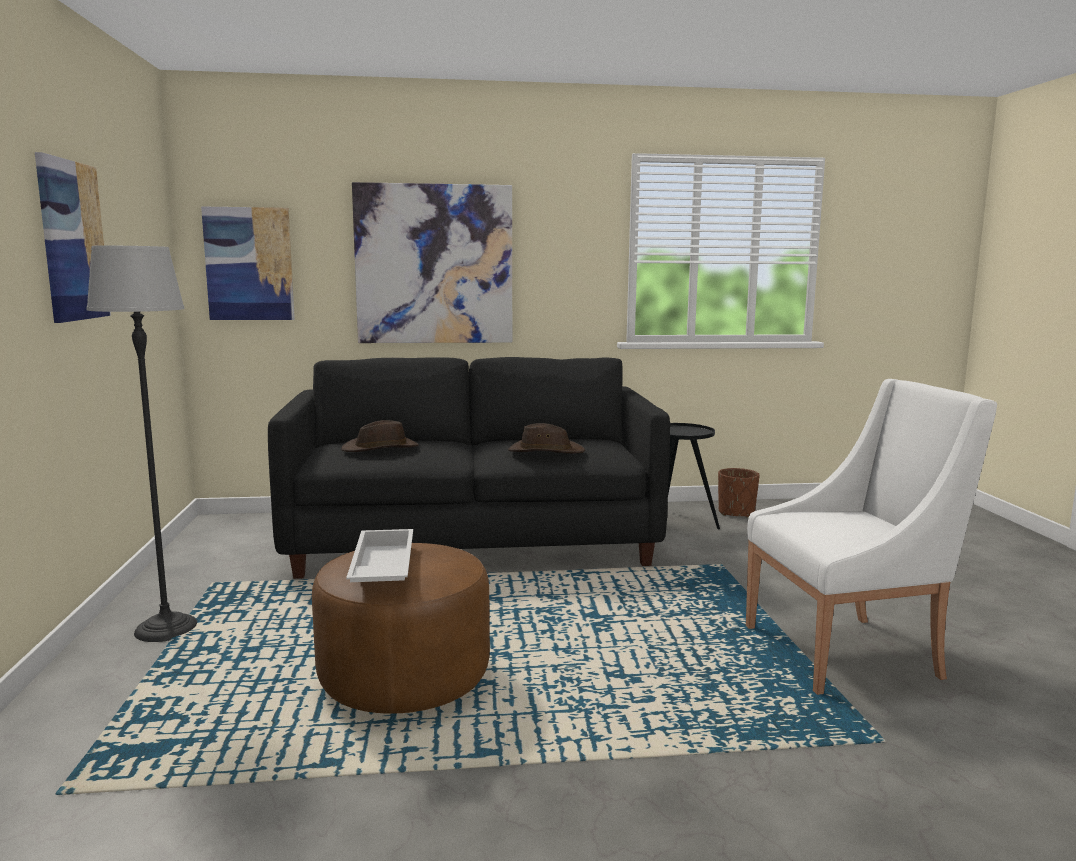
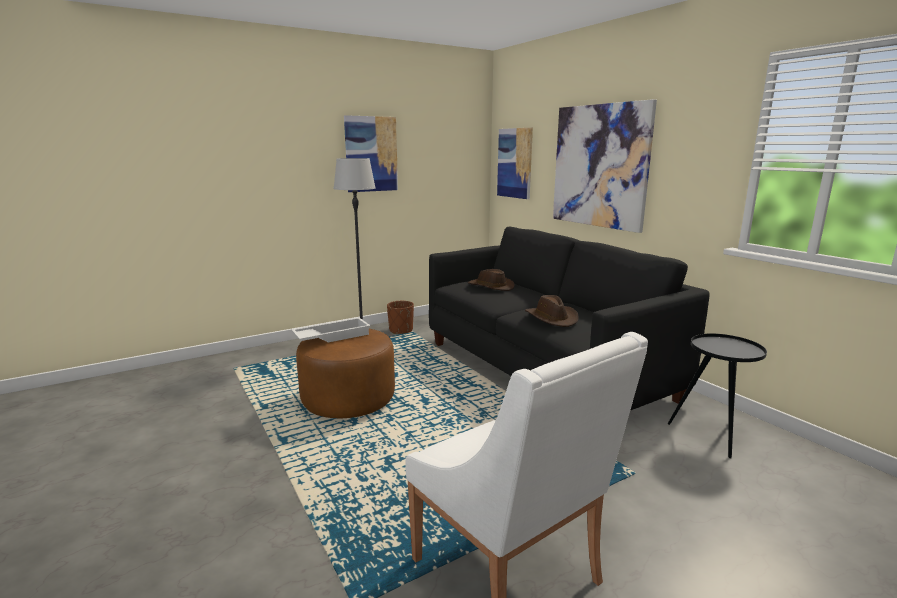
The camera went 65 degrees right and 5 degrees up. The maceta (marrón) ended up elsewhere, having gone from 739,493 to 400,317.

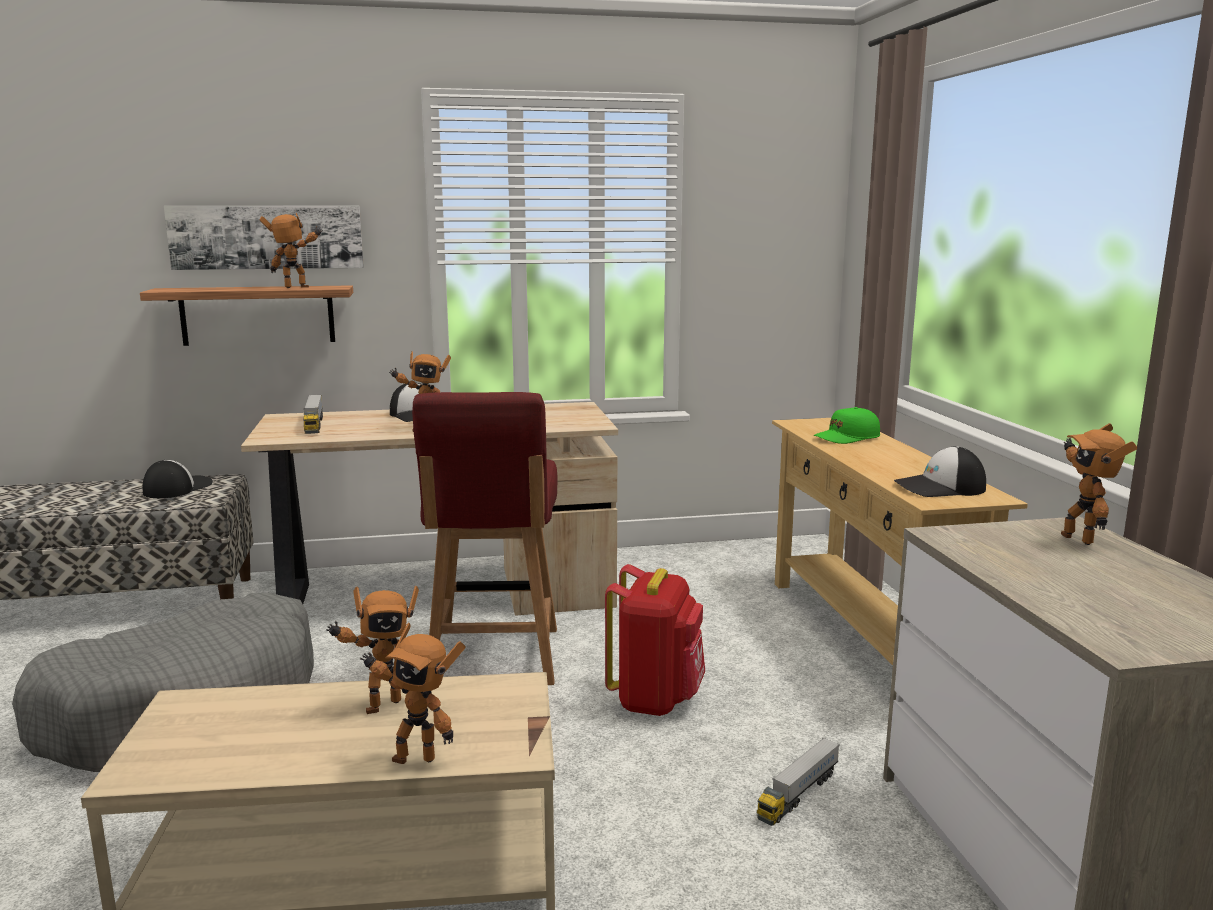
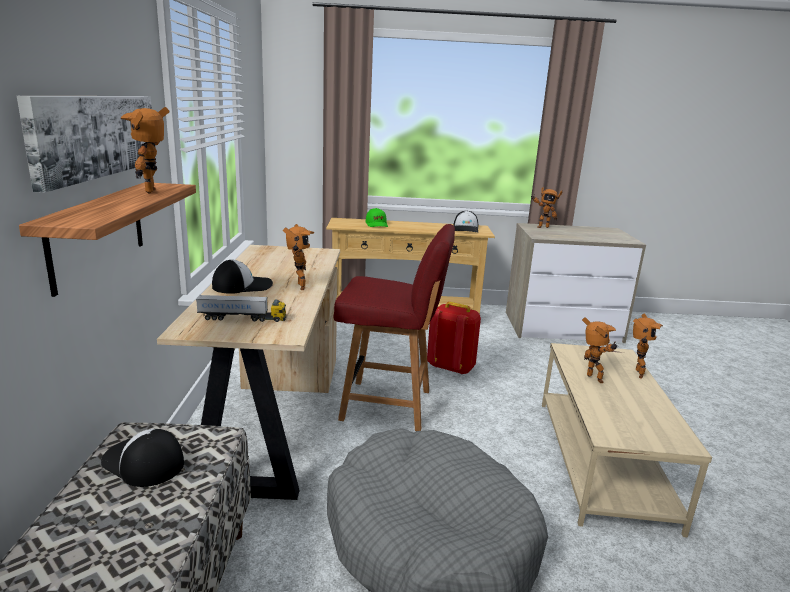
The camera went 80 degrees left and 5 degrees up. The second view lost the camión de juguete at 798,781.

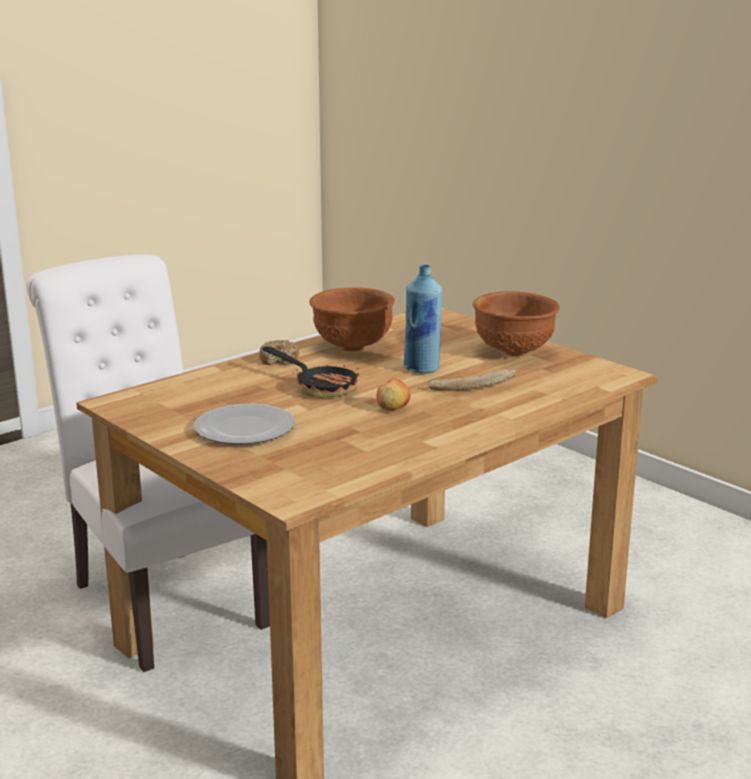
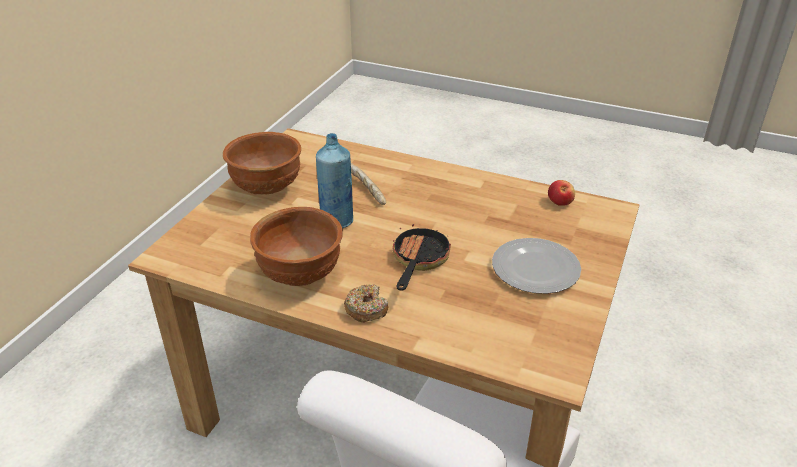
The camera went 115 degrees left and 15 degrees up. The manzana ended up elsewhere, having gone from 393,394 to 561,193.

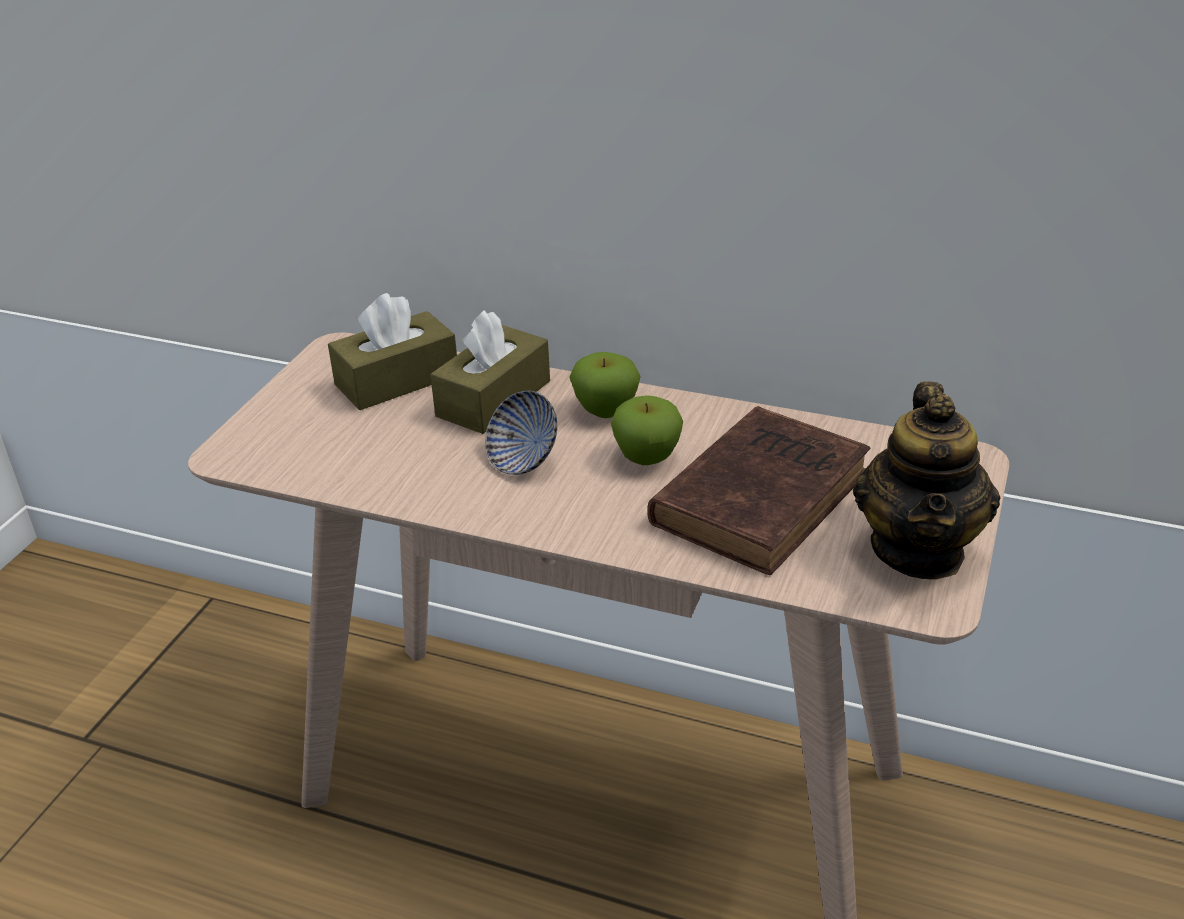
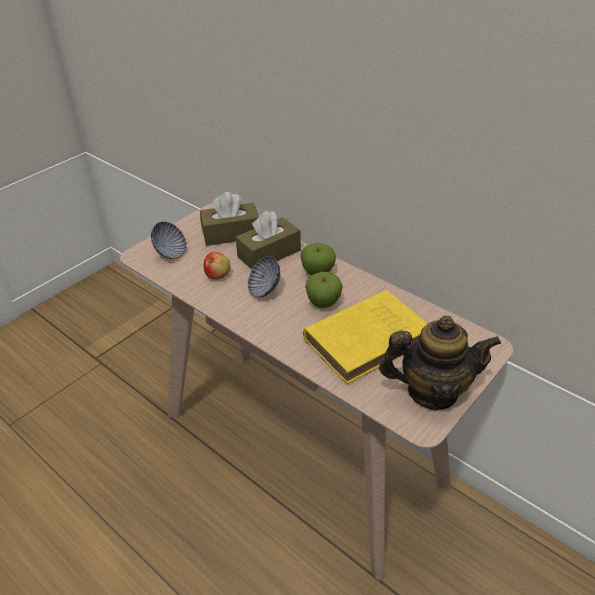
The camera went 20 degrees right and 5 degrees up. What was the libro (marrón) at 758,490 turned into the libro (amarillo) at 365,337. The tetera at 926,480 ended up facing another way, 120 degrees counterclockwise from before. The second view gained the cuenco at 169,240. The second view gained the manzana at 217,266.

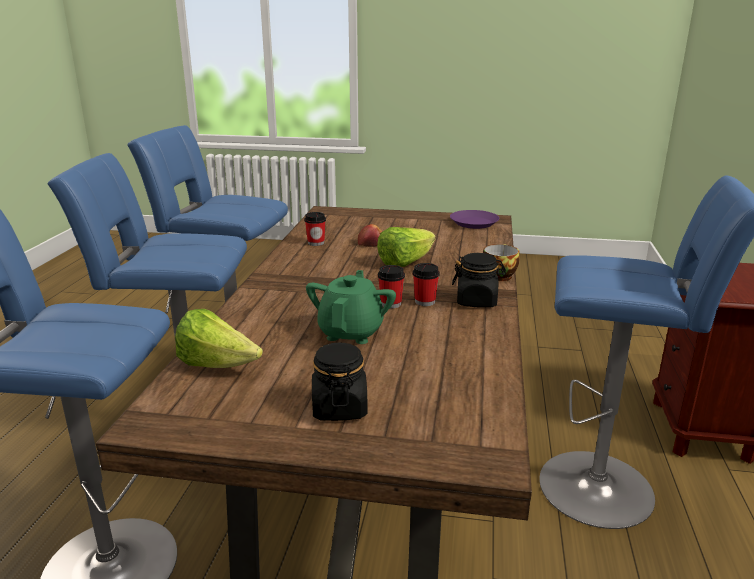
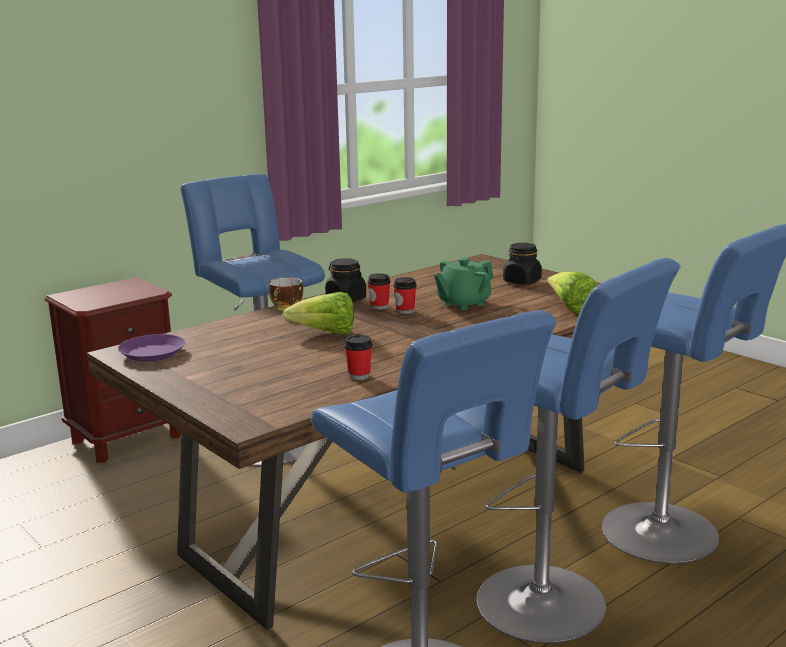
The camera went 140 degrees left and 5 degrees down. The second view lost the manzana at 370,235.

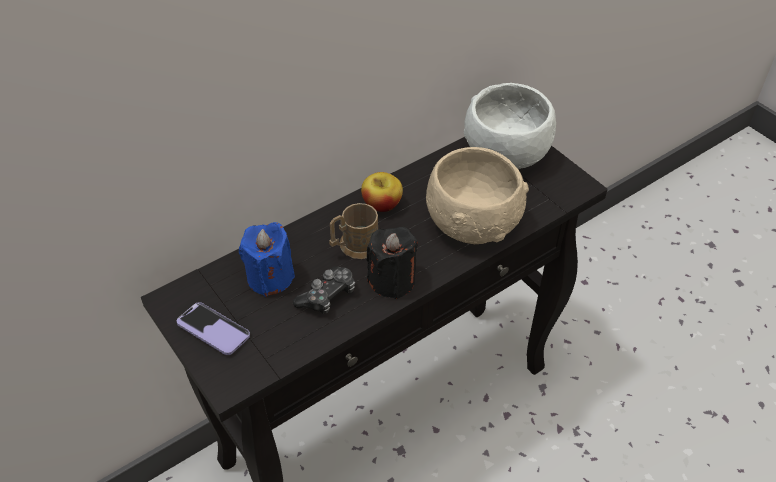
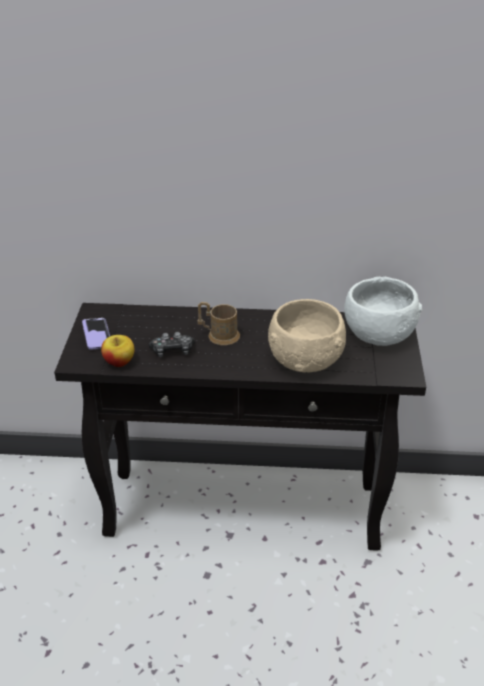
The camera went 40 degrees right and 10 degrees down. The second view lost the vela (azul) at 267,259. The manzana ended up elsewhere, having gone from 382,192 to 117,351. The second view lost the vela (negro) at 392,263.

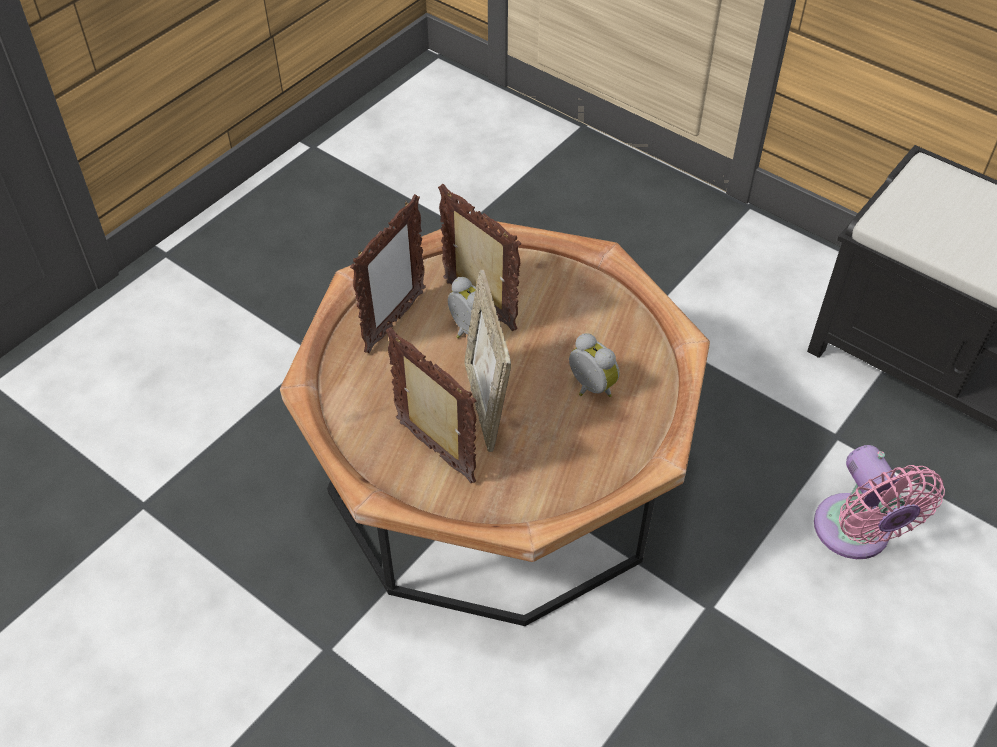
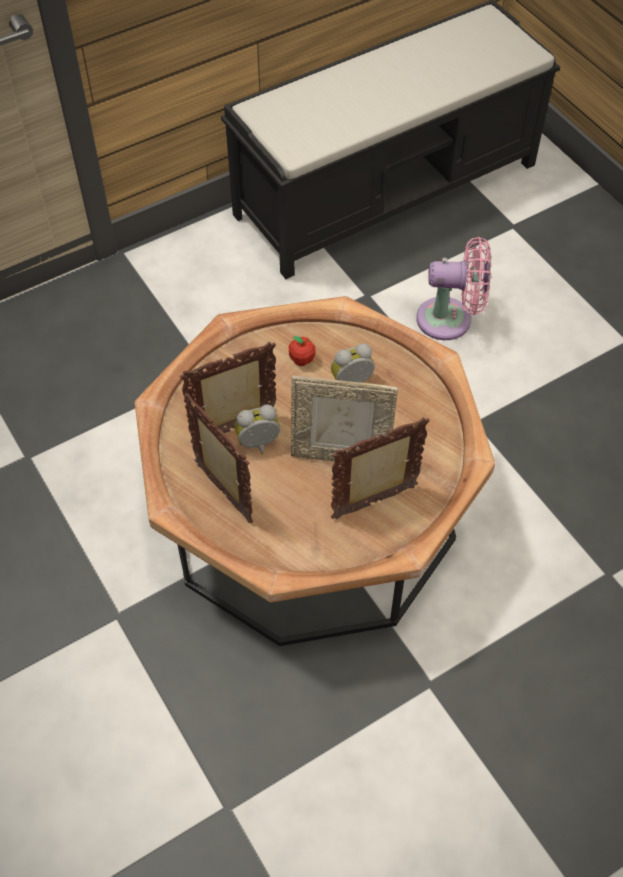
The camera went 70 degrees left and 5 degrees up. The second view gained the manzana at 302,351.

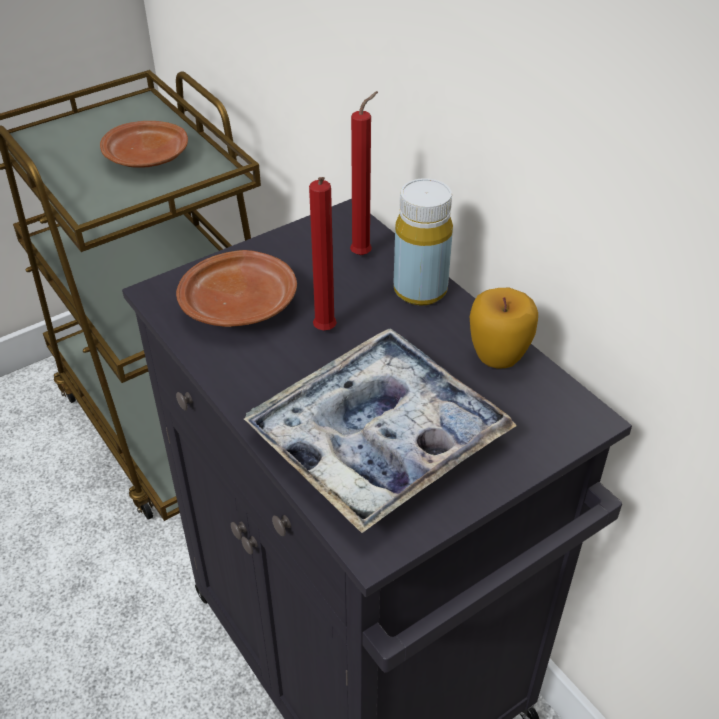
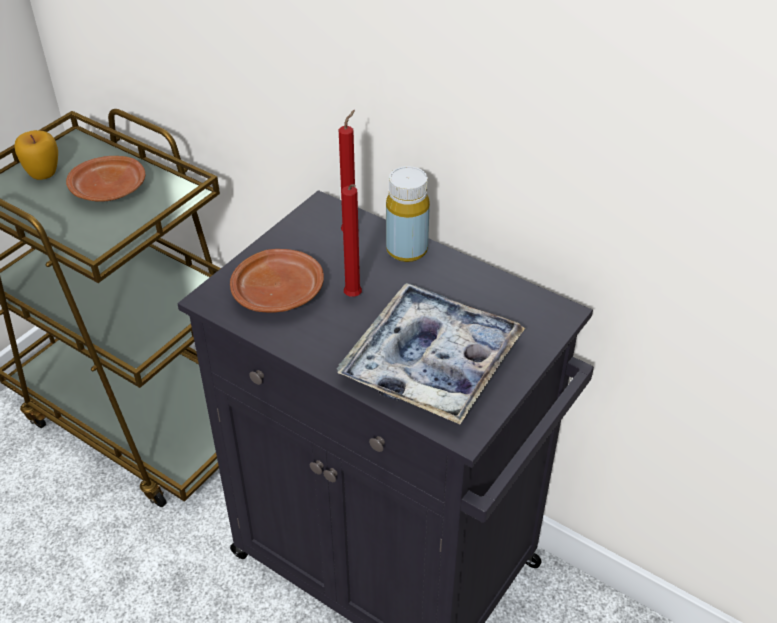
The camera went 20 degrees left and 0 degrees up. The manzana ended up elsewhere, having gone from 504,328 to 36,155.

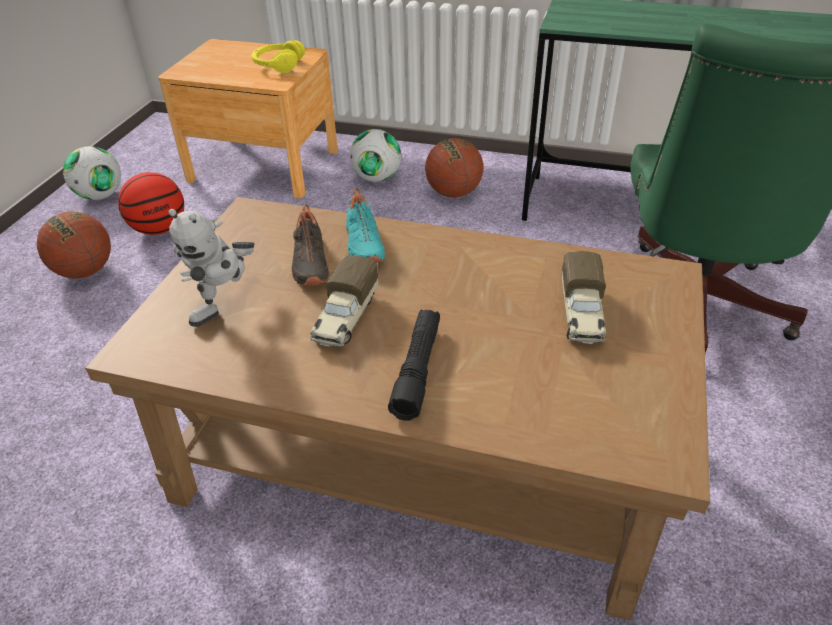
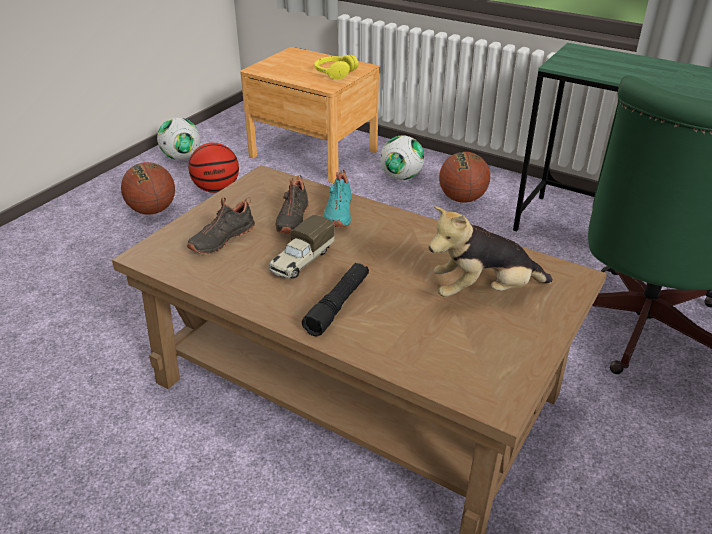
The camera went 15 degrees right and 5 degrees down. Where the robot de juguete stood at 211,268, the zapato (negro) came to stand at 221,225. Where the camión de juguete stood at 584,297, the peluche came to stand at 491,251.

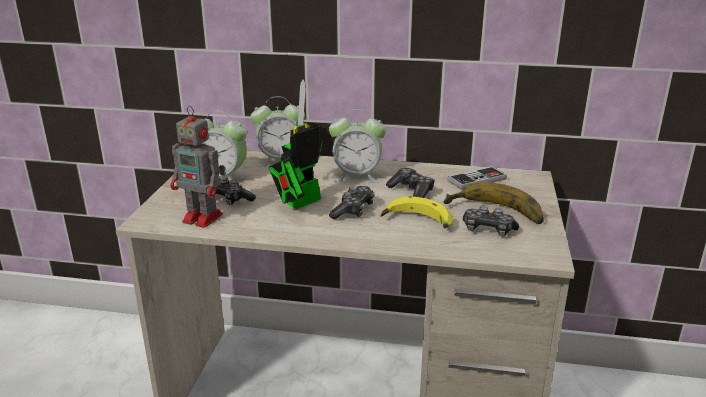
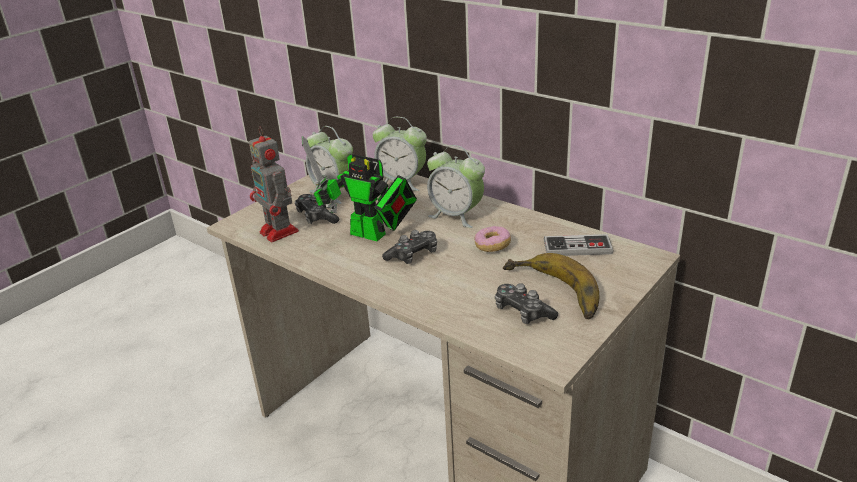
The camera went 30 degrees right and 5 degrees up. The robot de juguete at 296,144 ended up facing another way, 135 degrees counterclockwise from before. The second view lost the plátano at 417,212. Where the mando de consola stood at 410,183, the rosquilla came to stand at 492,239.

